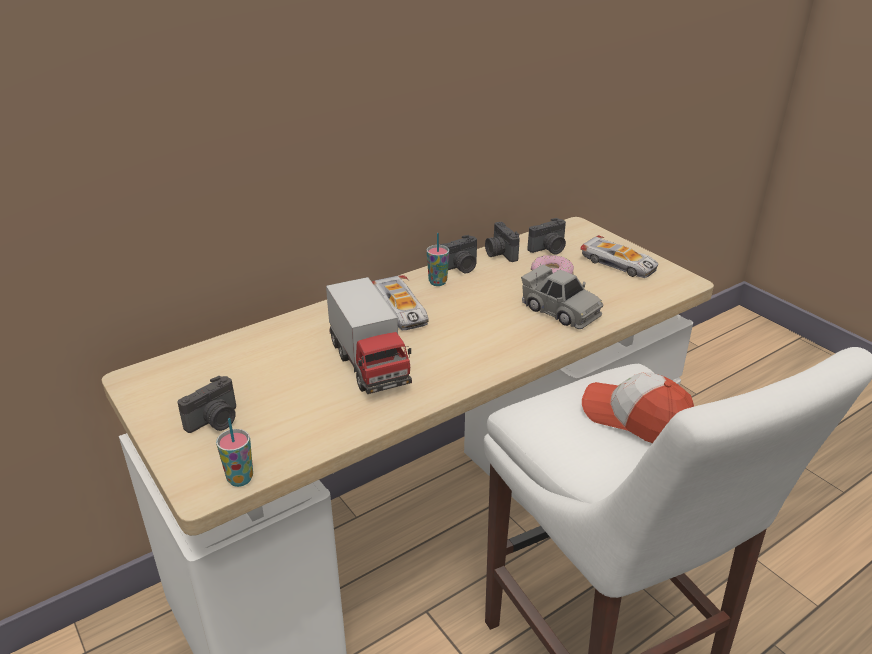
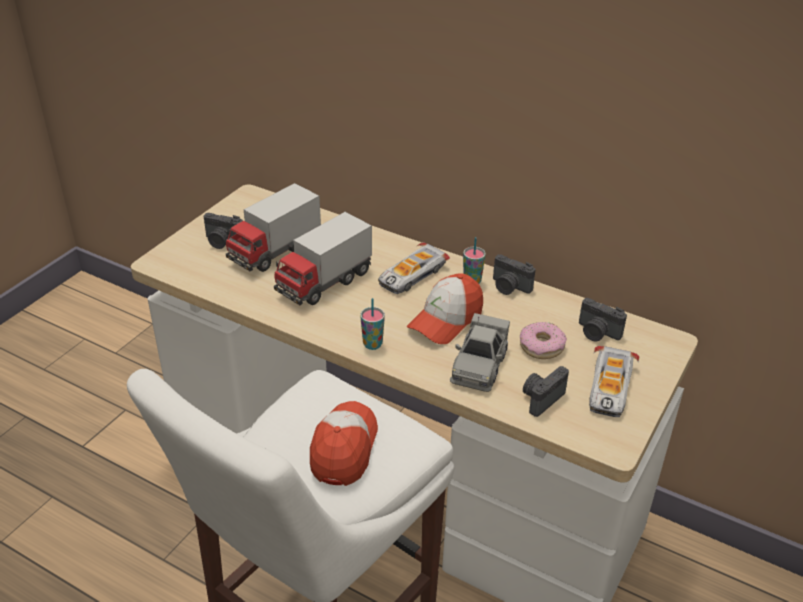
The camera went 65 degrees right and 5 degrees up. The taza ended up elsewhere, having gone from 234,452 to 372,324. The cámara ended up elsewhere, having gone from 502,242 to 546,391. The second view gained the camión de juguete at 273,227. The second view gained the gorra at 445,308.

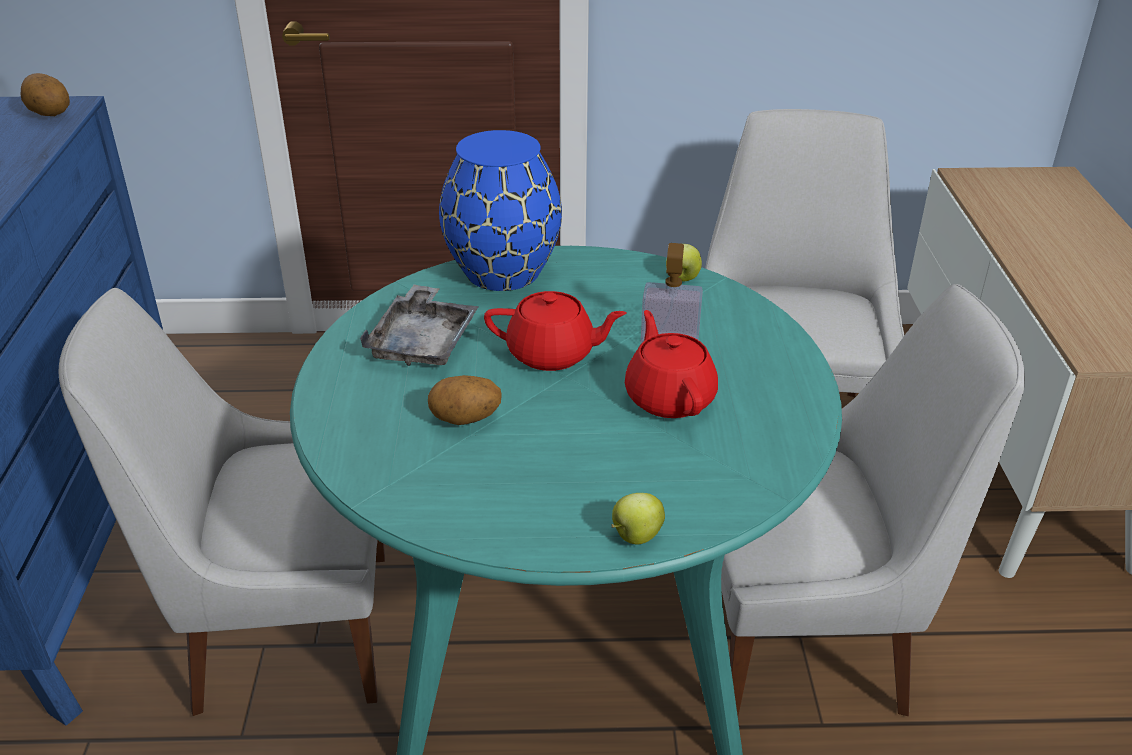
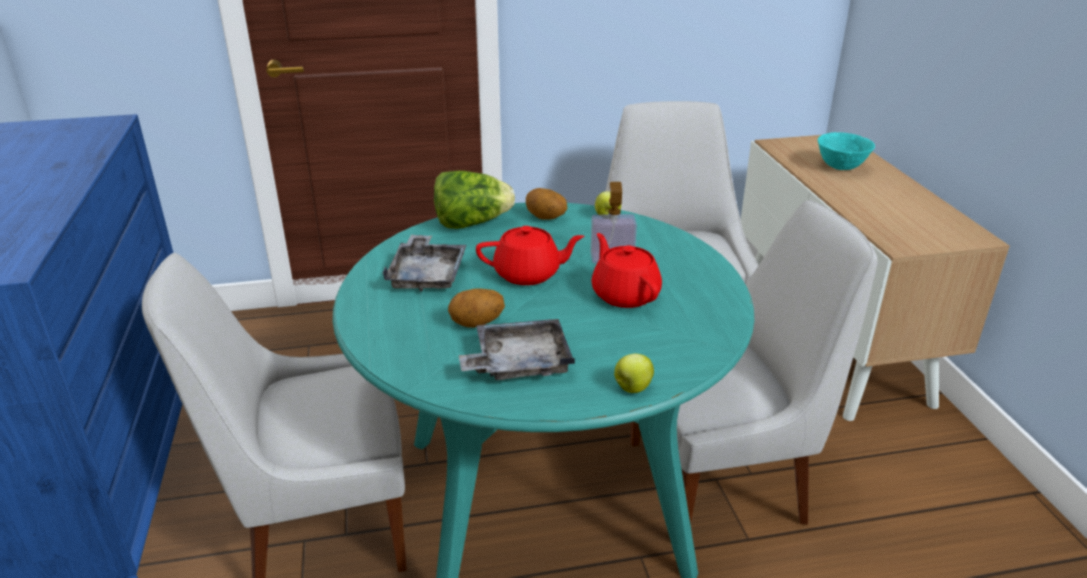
The camera went 10 degrees left and 5 degrees down. The patata ended up elsewhere, having gone from 45,94 to 546,204. Where the florero (azul) stood at 500,210, the lechuga came to stand at 474,200. The second view gained the bandeja (gris) at 517,349. The second view gained the cuenco (turquesa) at 846,151.

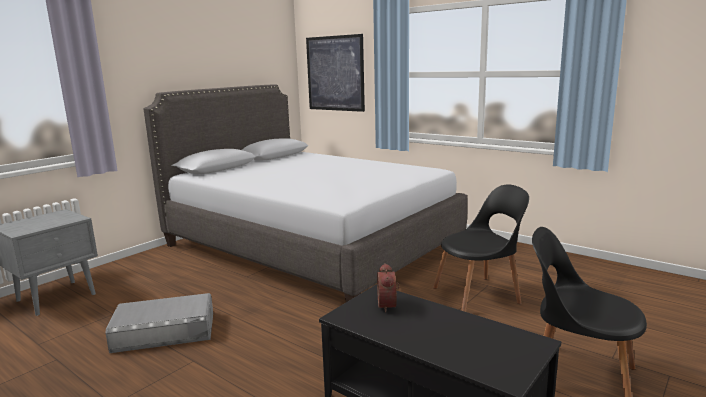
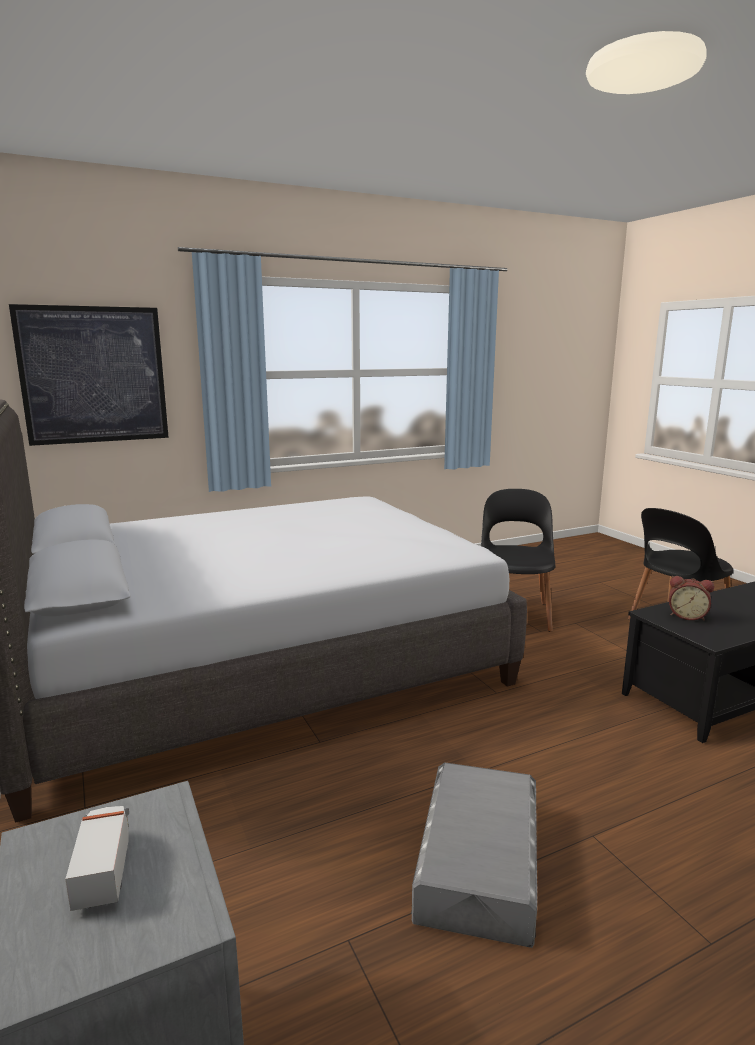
The camera went 65 degrees left and 0 degrees up. The second view gained the camión de juguete at 97,858.

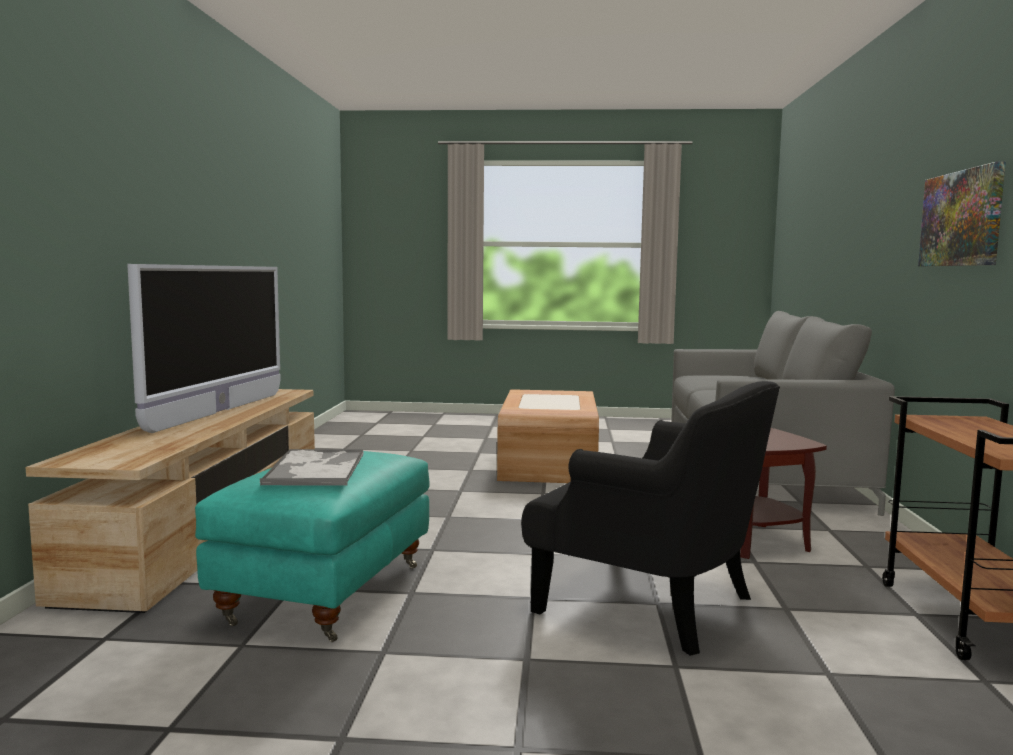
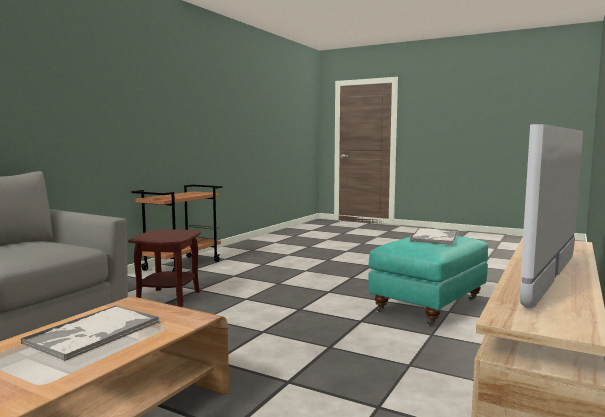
The camera went 155 degrees left and 0 degrees up. The second view lost the sillón (negro) at 650,518. The second view lost the cuadro at 962,213. The second view gained the bandeja at 90,333.

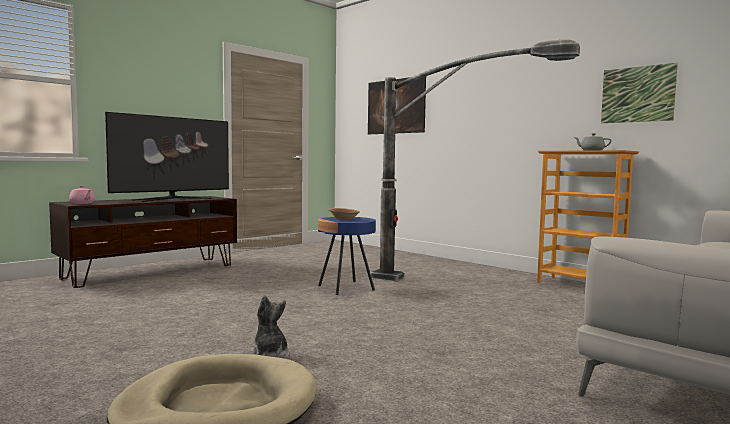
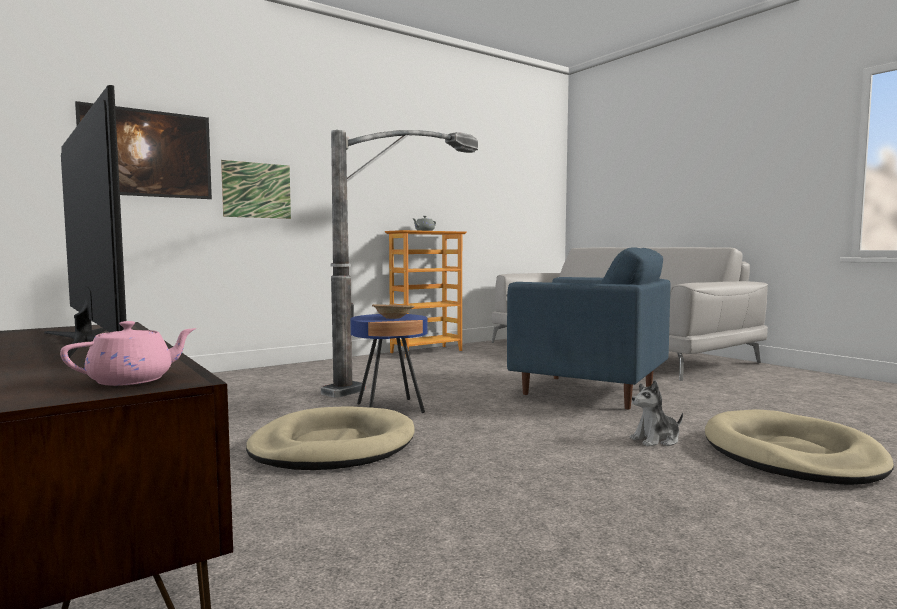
The camera went 80 degrees left and 0 degrees up. The cuadro ended up elsewhere, having gone from 639,93 to 256,189. The second view gained the cama para perro (beis) at 330,438. The second view gained the sillón (azul) at 588,328.

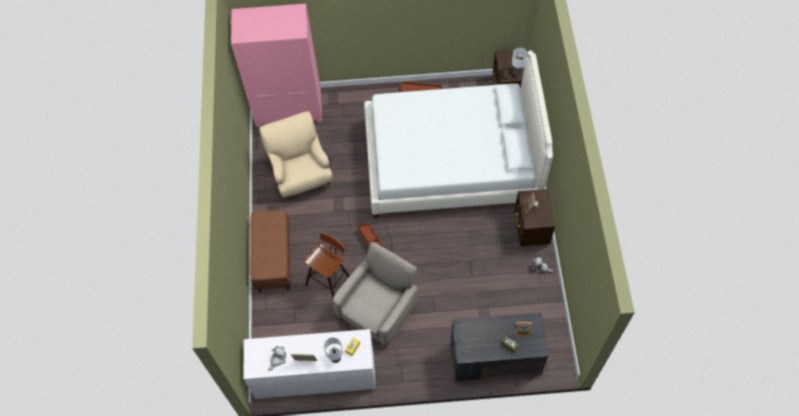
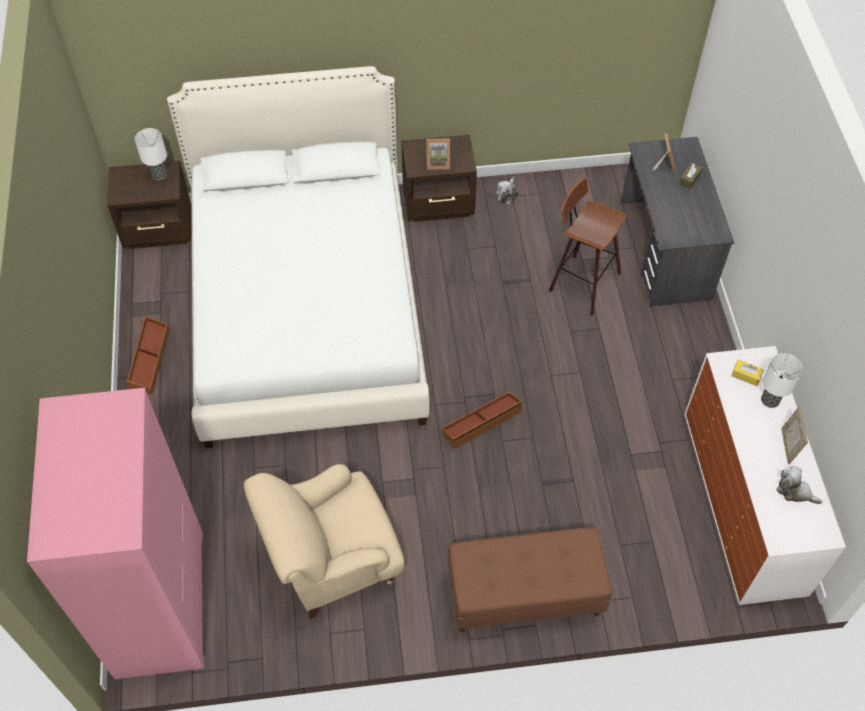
The camera went 95 degrees left and 5 degrees down. The taburete ended up elsewhere, having gone from 326,265 to 587,247. The second view lost the sillón (beis) at 375,294.

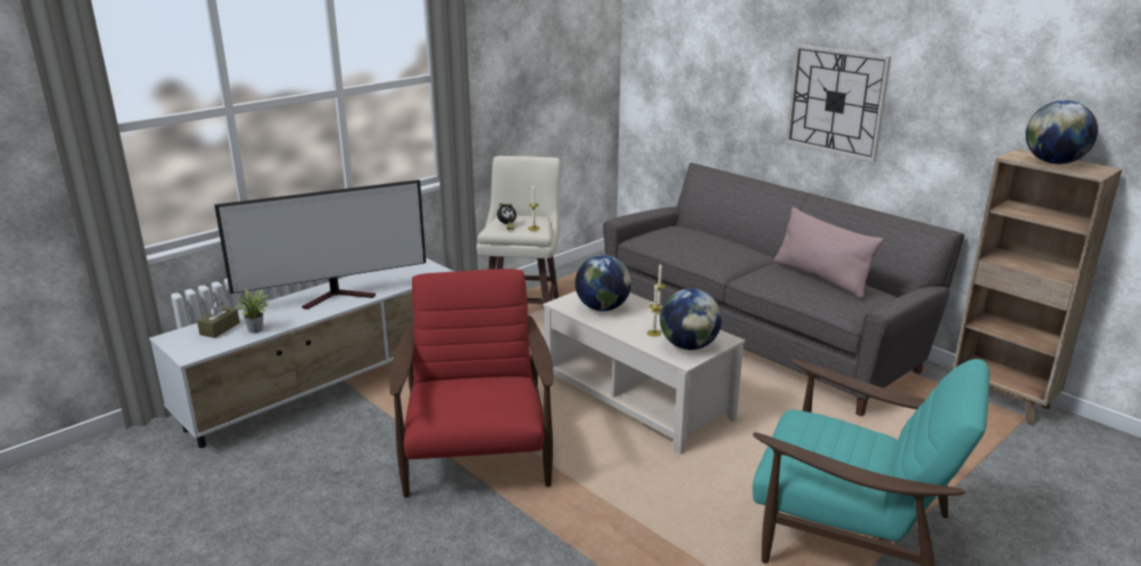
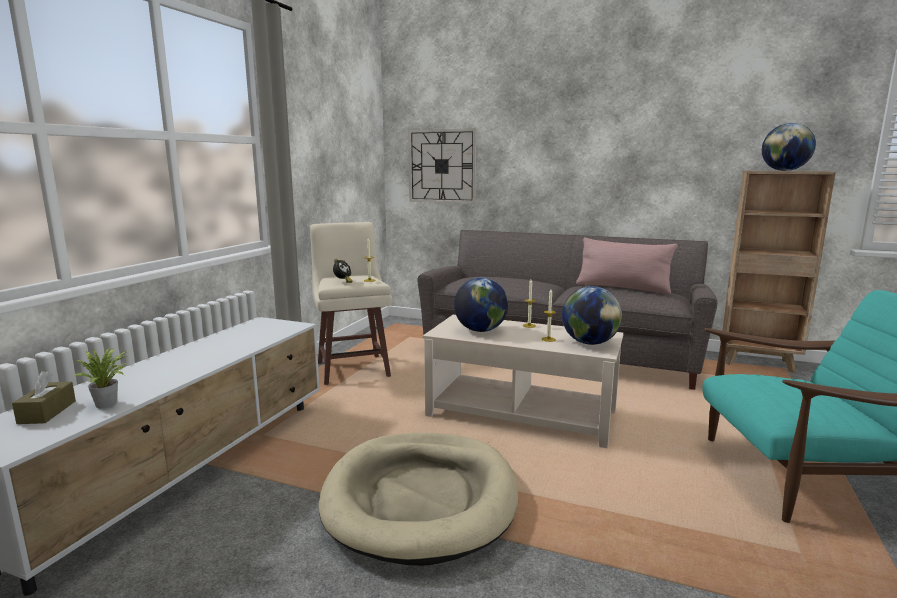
The camera went 25 degrees left and 10 degrees down. The second view lost the televisor at 320,244. Where the sillón (rojo) stood at 471,383, the cama para perro (beis) came to stand at 418,499. The reloj de pared ended up elsewhere, having gone from 838,103 to 442,165.

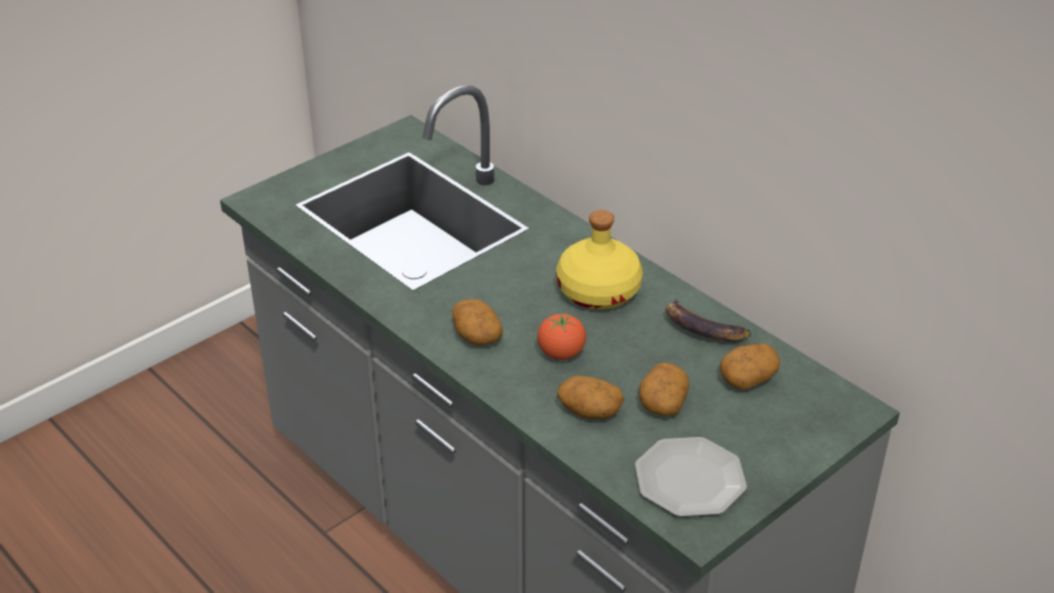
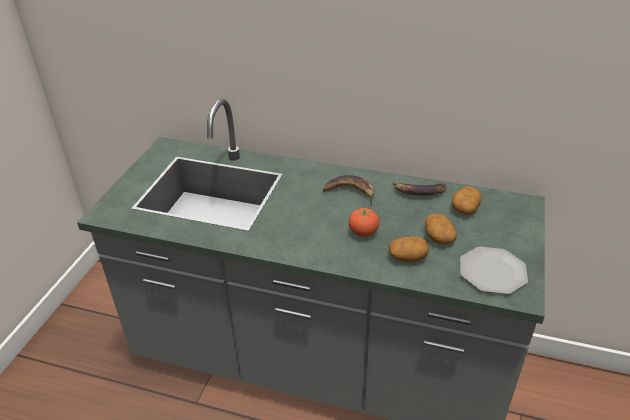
The camera went 30 degrees left and 0 degrees up. The second view lost the patata at 477,322. Where the botella (amarillo) stood at 599,259, the plátano came to stand at 349,190.

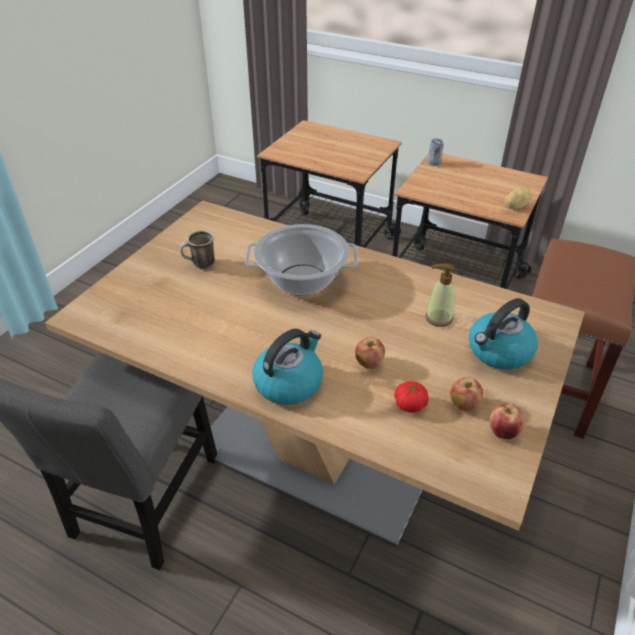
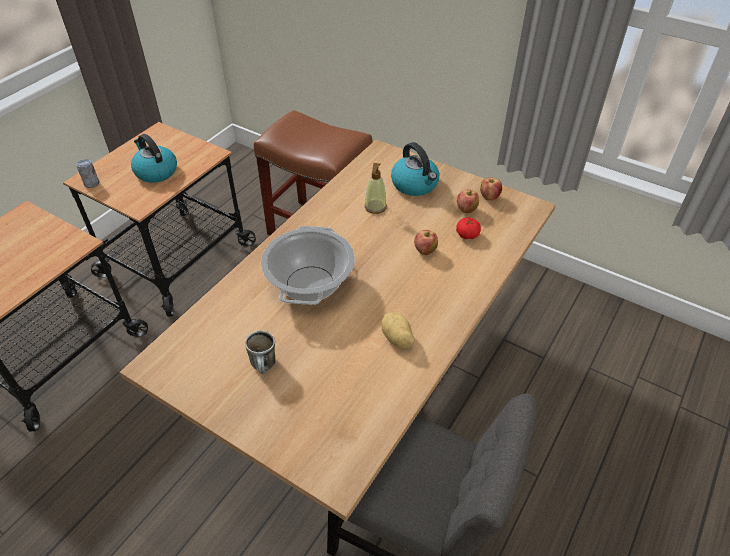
The camera went 85 degrees left and 5 degrees up. The hervidor ended up elsewhere, having gone from 287,367 to 154,158. The patata ended up elsewhere, having gone from 518,198 to 397,330.

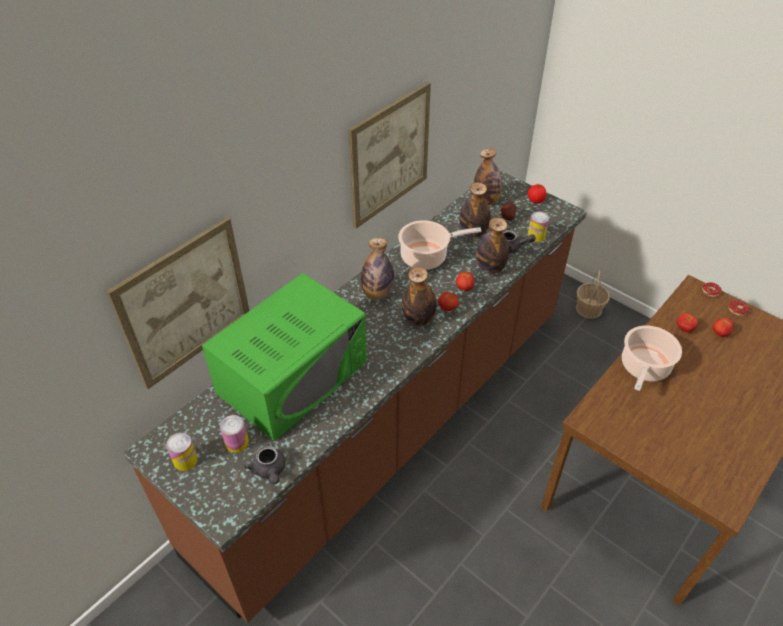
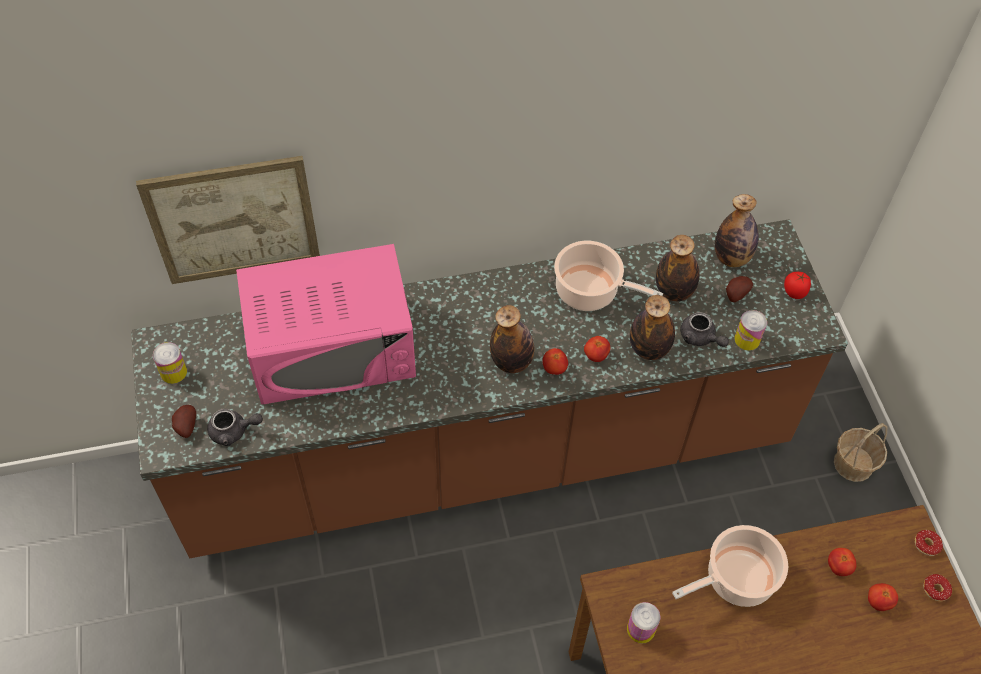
The camera went 35 degrees right and 10 degrees up. What was the microondas (verde) at 284,357 turned into the microondas (rosa) at 326,324. The lata ended up elsewhere, having gone from 234,434 to 643,622. The tetera (gris) at 265,465 ended up facing another way, 105 degrees counterclockwise from before. The second view lost the cuadro at 389,155. The second view lost the botella at 378,269. The second view gained the patata at 184,421.

